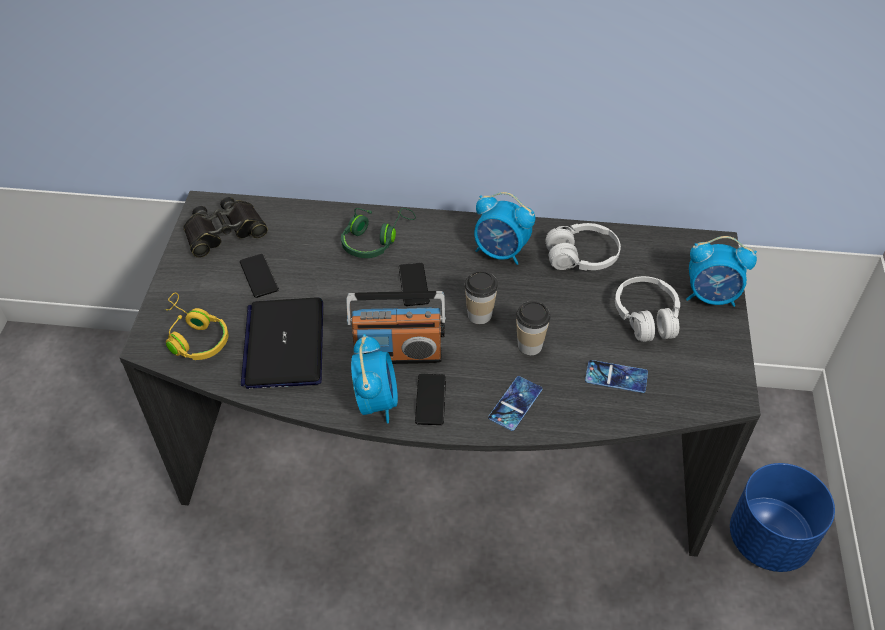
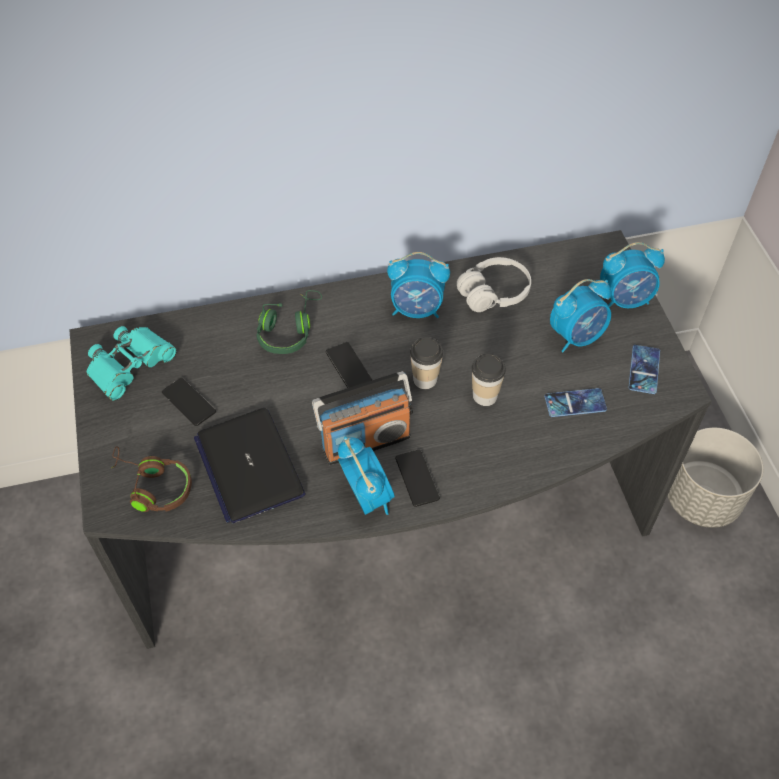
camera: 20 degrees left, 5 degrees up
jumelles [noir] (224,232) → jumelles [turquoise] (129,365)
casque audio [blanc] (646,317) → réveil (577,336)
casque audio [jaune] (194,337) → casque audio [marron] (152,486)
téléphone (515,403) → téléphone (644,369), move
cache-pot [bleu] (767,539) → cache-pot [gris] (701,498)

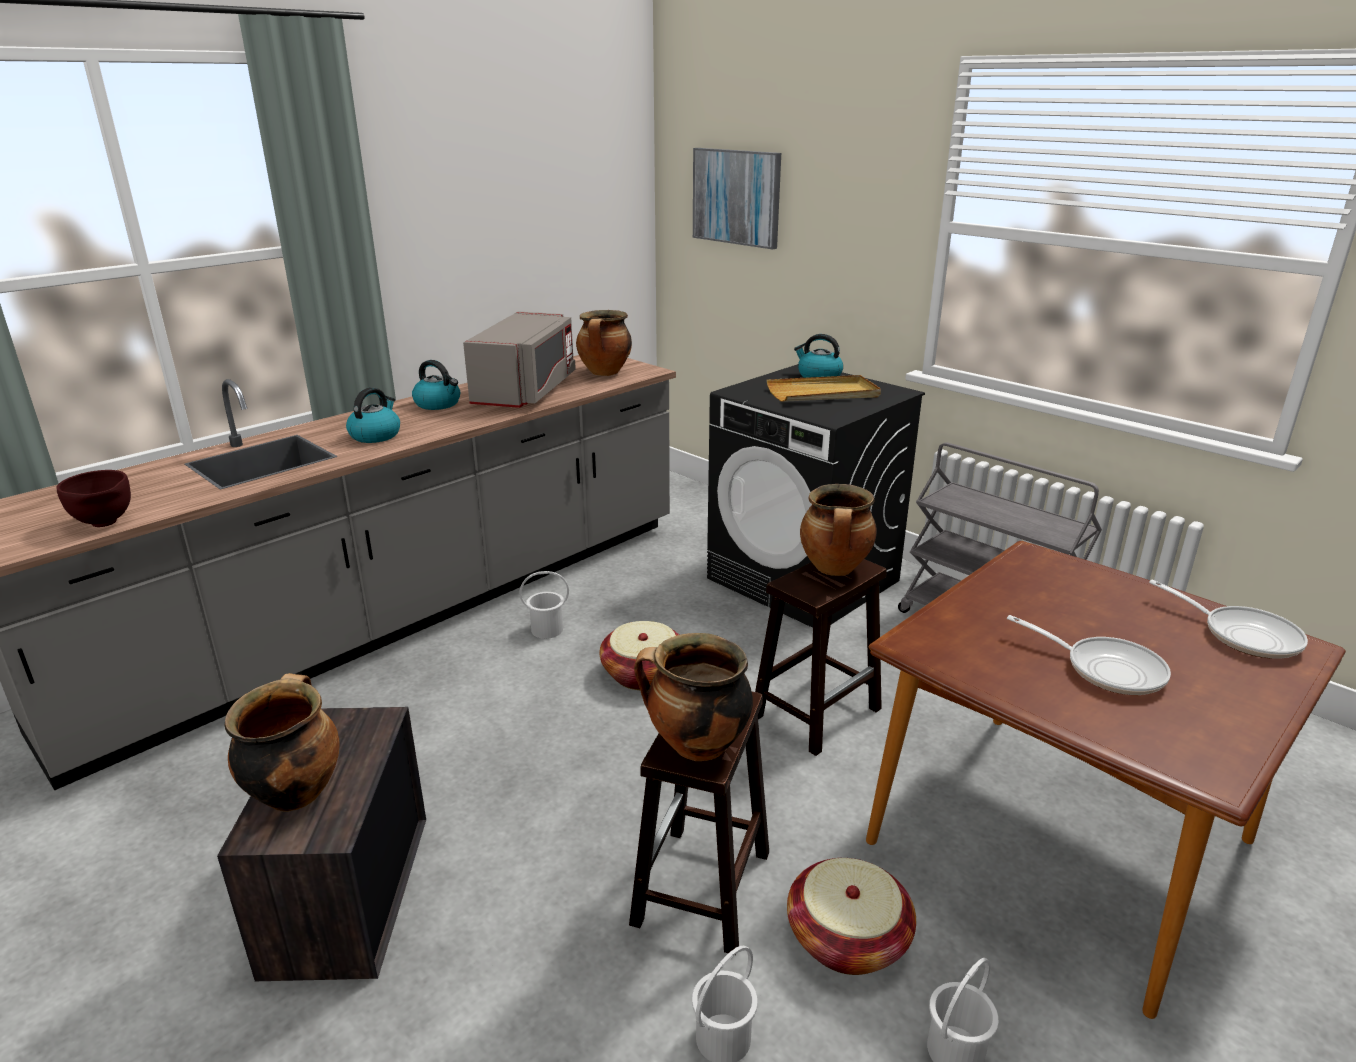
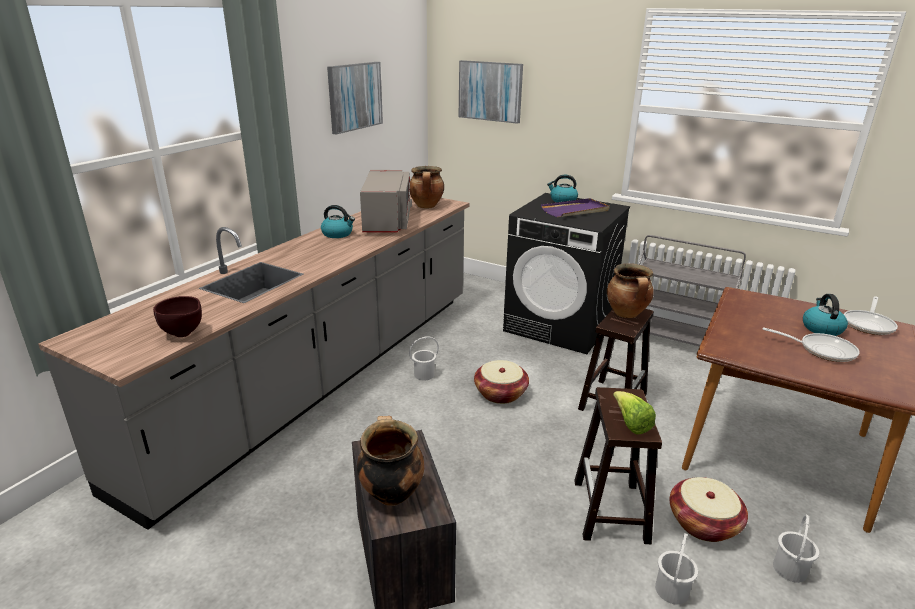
camera: 15 degrees left, 0 degrees up
plateau [beige] (823,393) → plateau [violet] (575,210)
bouilloire (375,435) → bouilloire (821,328), move
poêle (1243,635) → poêle (868,324), 90 degrees clockwise
marmite (695,746) → laitue (631,424)
- → tableau (354,96)

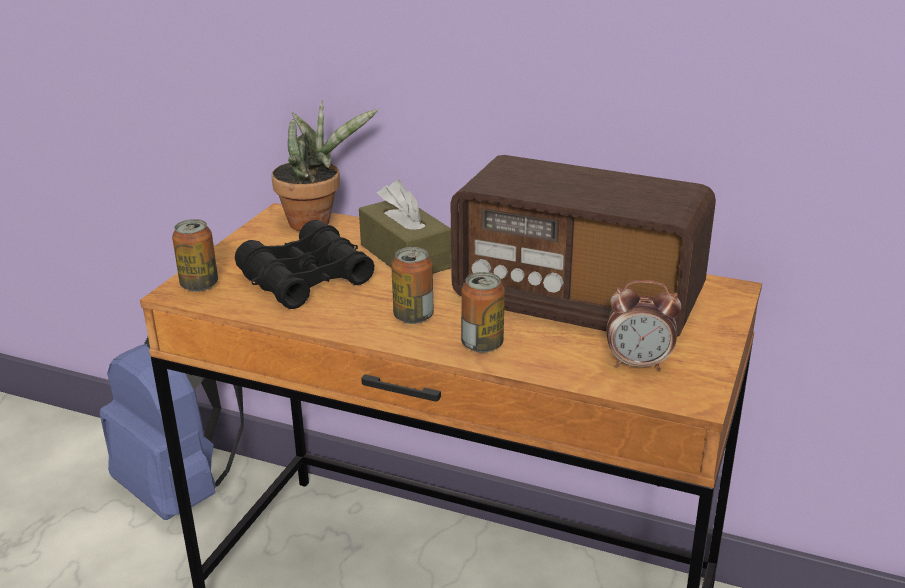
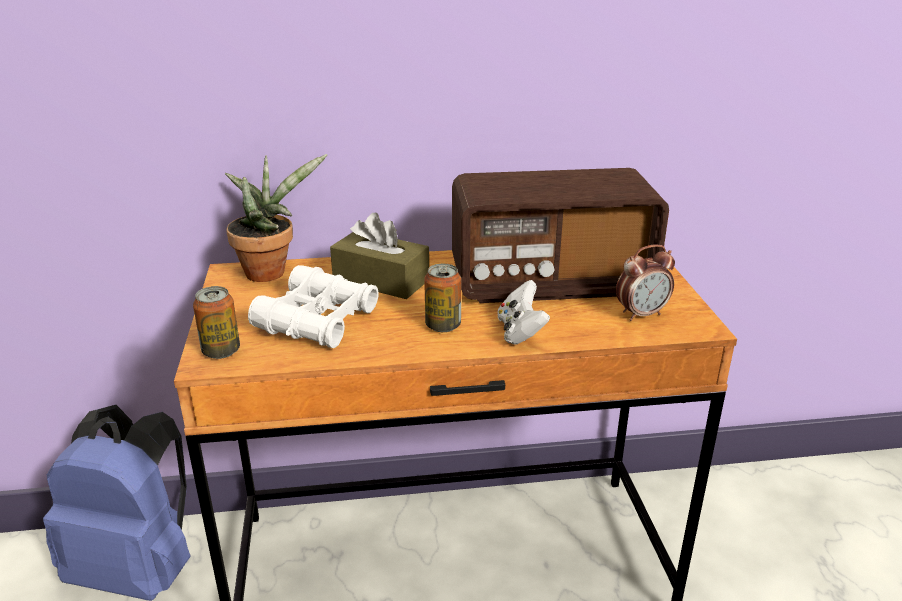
camera: 30 degrees left, 0 degrees up
jumelles [noir] (306,279) → jumelles [blanc] (318,320)
boîte métallique (482,344) → manette [blanc] (520,332)

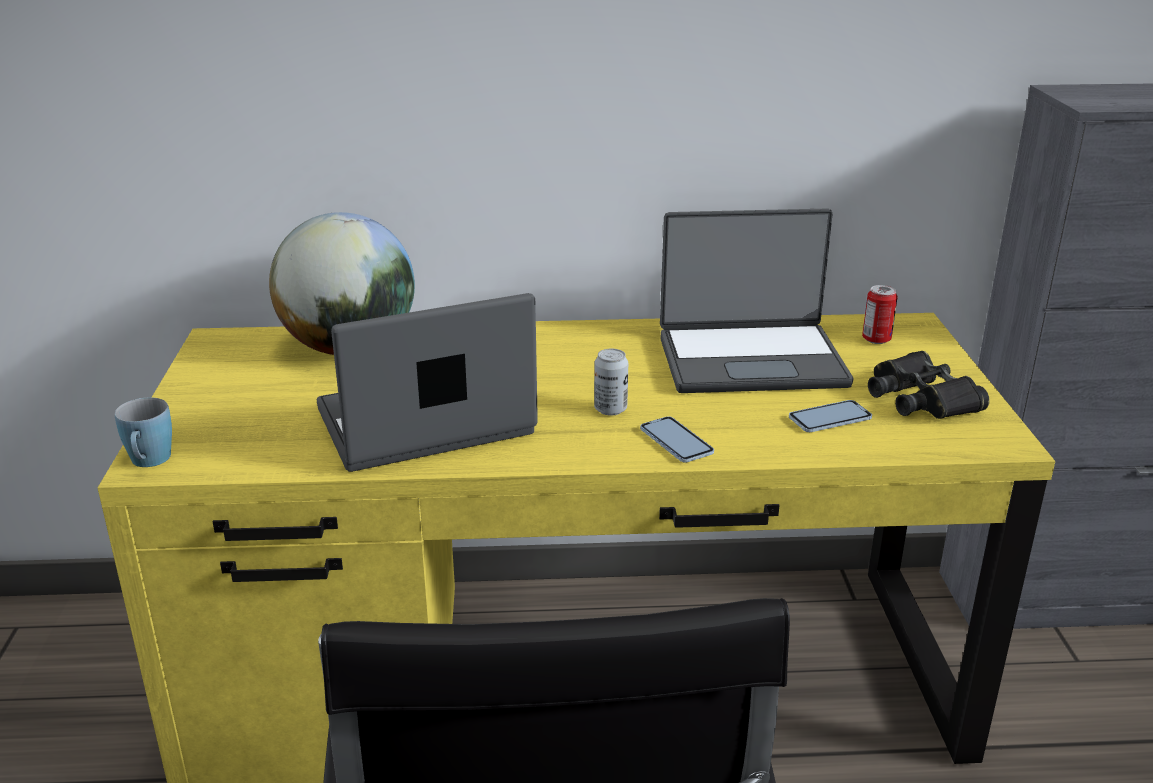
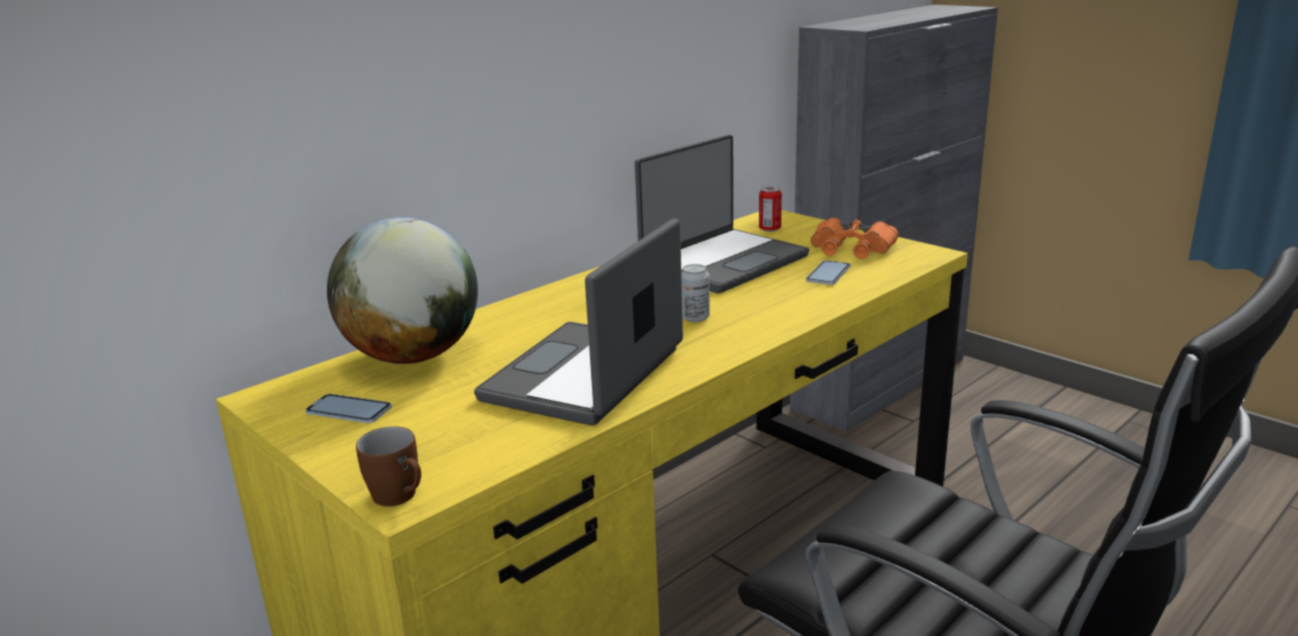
camera: 40 degrees left, 5 degrees down
jumelles [noir] (921,398) → jumelles [orange] (851,248)
mug [bleu] (149,462) → mug [marron] (401,498)
téléphone (676,441) → téléphone (349,411), move

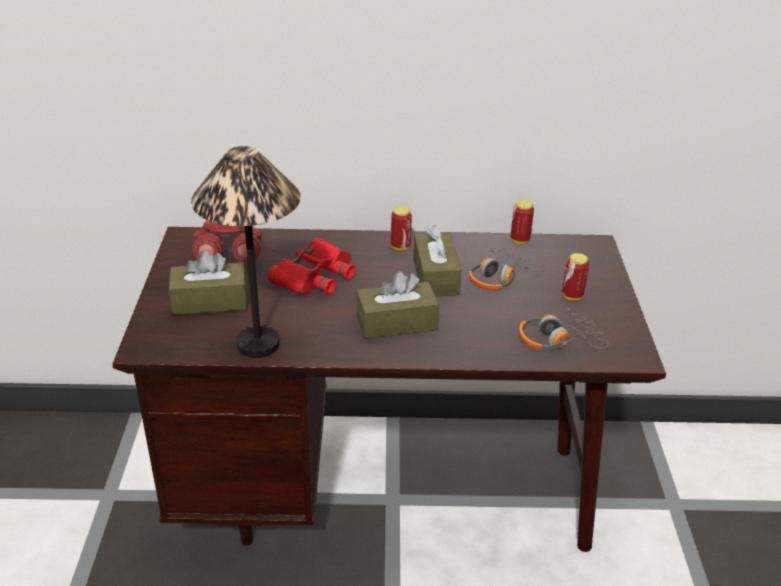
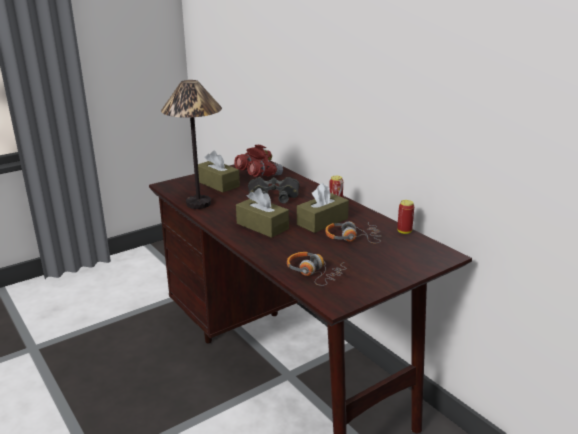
camera: 55 degrees right, 10 degrees down
jumelles [rouge] (315,276) → jumelles [noir] (273,196)
boîte métallique (572,296) → -

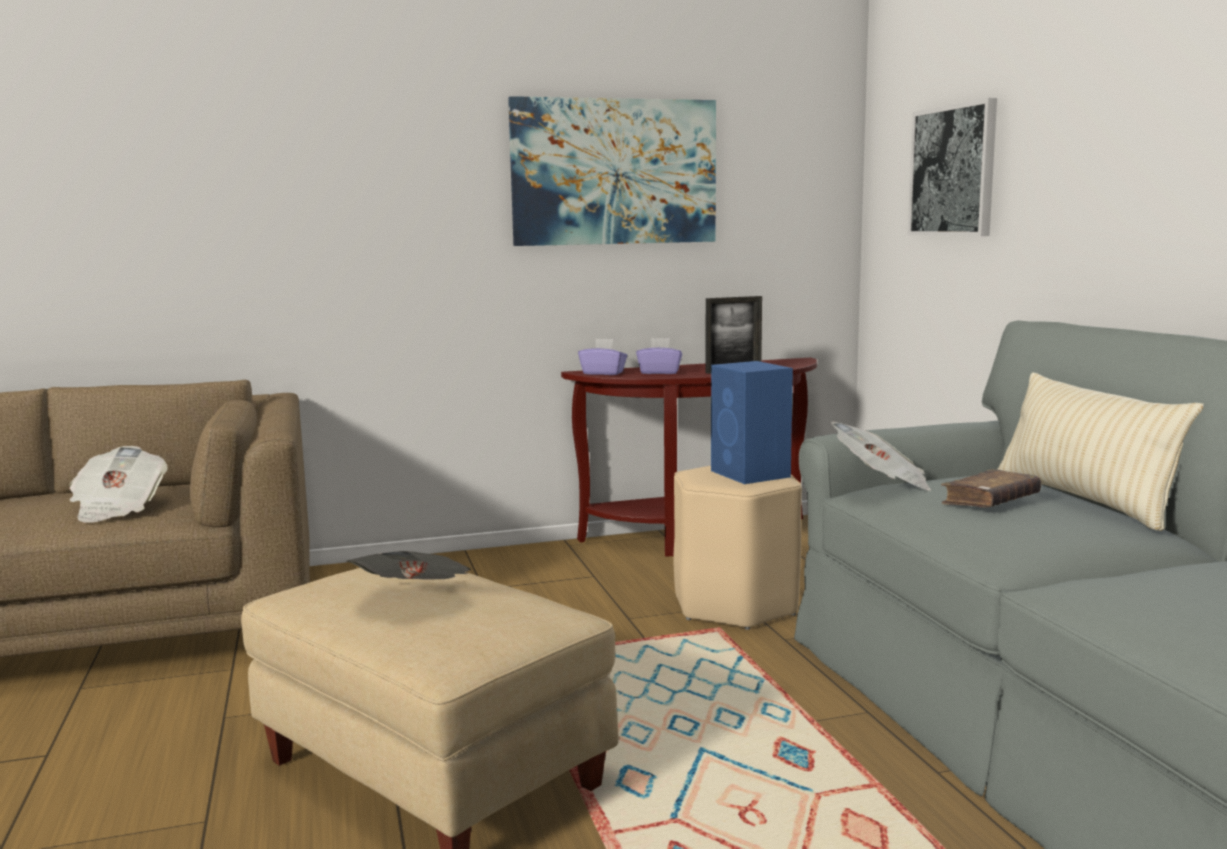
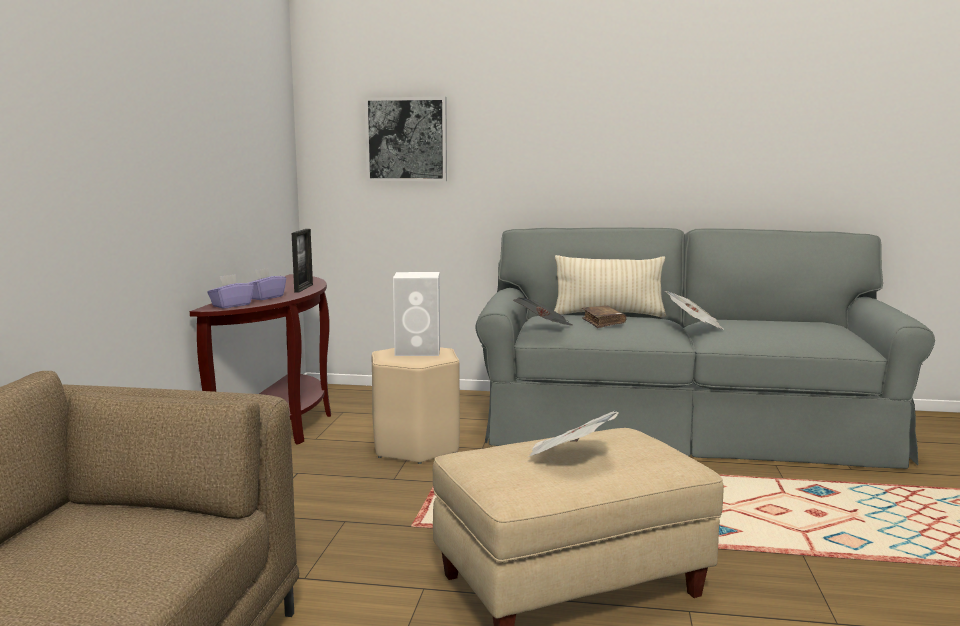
camera: 65 degrees left, 0 degrees up
tableau (614,172) → -
enceinte [bleu] (751,474) → enceinte [blanc] (419,351)
journal (117,509) → journal (694,326), move

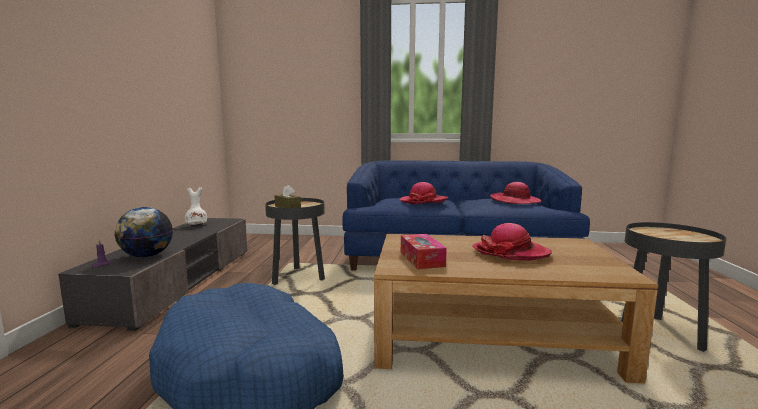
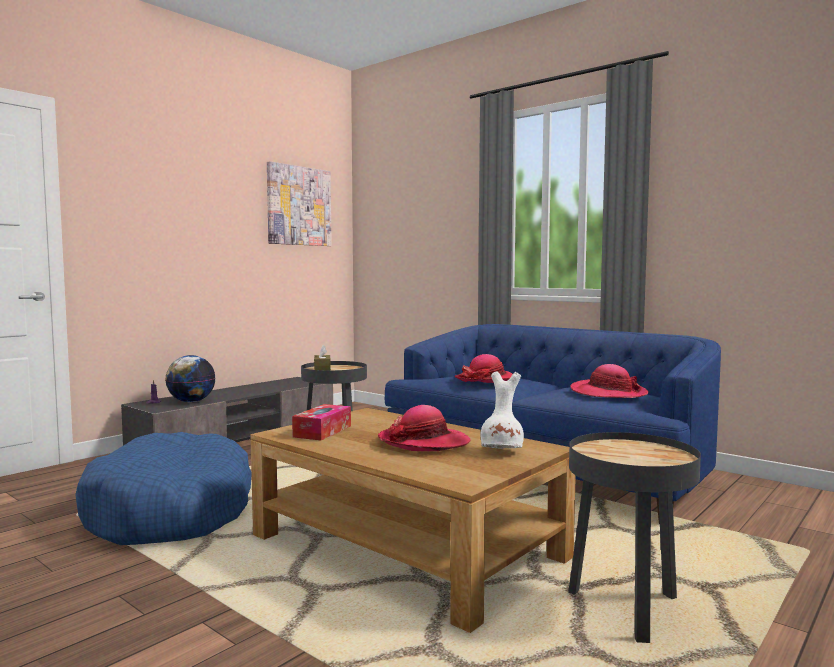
camera: 35 degrees right, 5 degrees down
vase [blanc] (197,225) → vase [blanc] (502,451), move
- → tableau (299,206)

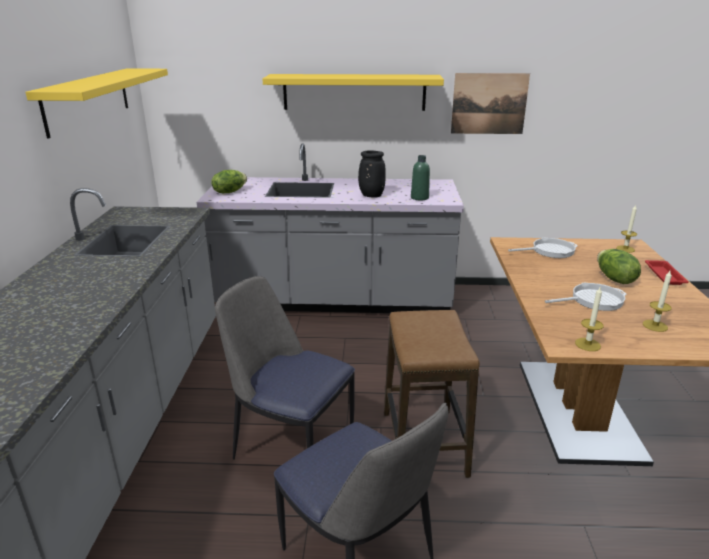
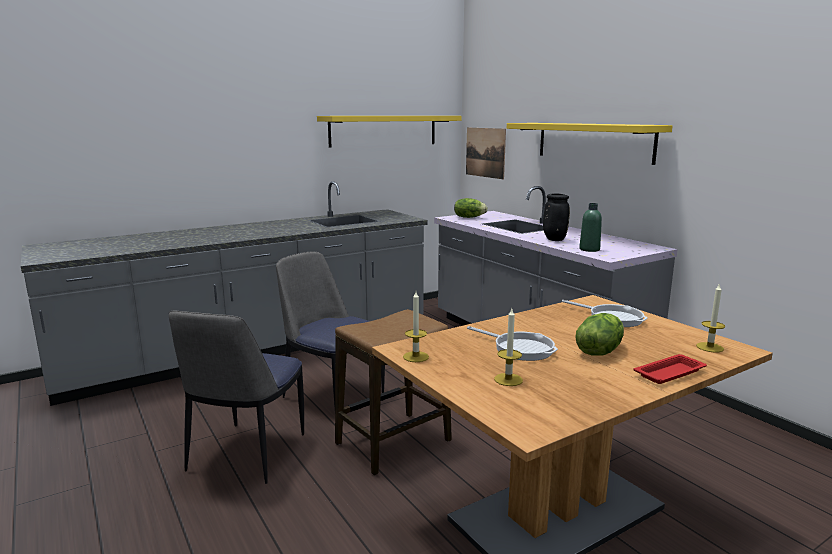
camera: 55 degrees right, 10 degrees down
tableau (489,104) → tableau (485,152), move
chaise (291,445) → chaise (332,394), 45 degrees counterclockwise

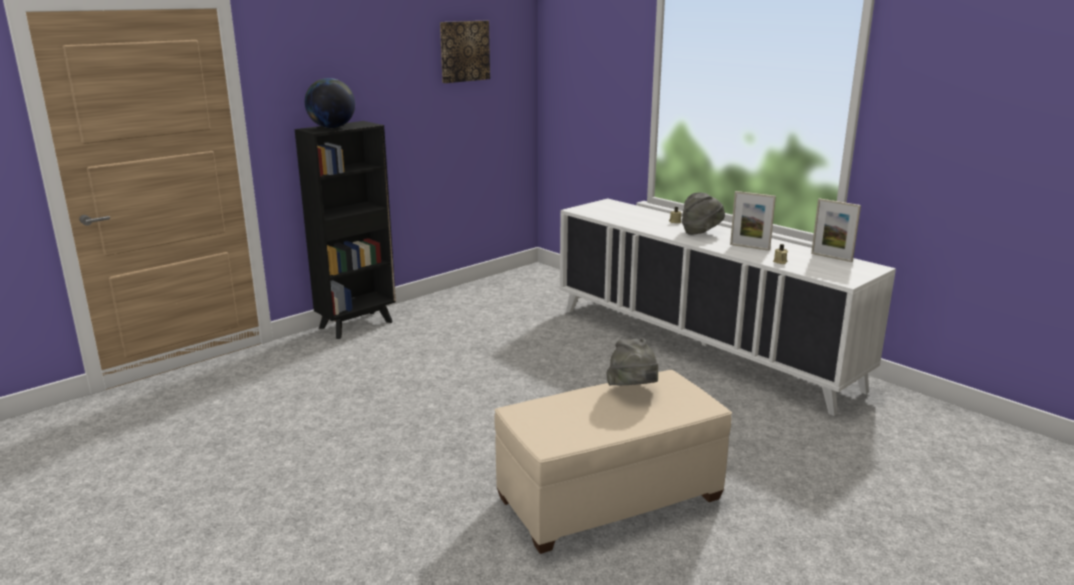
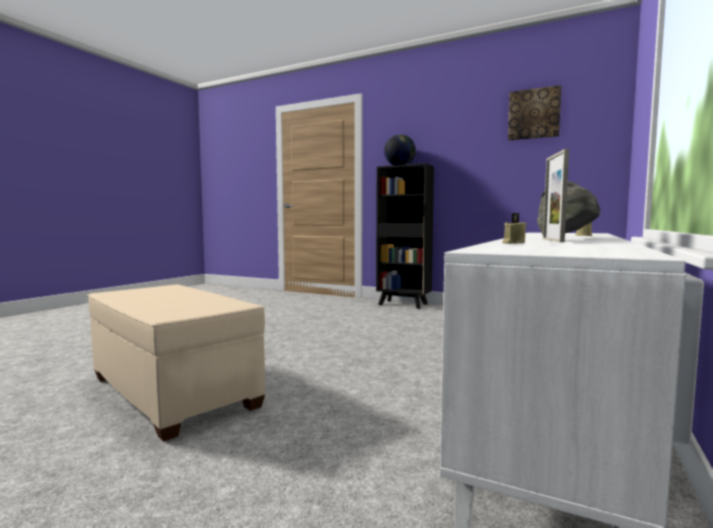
camera: 70 degrees right, 15 degrees down
cadre photo (831,257) → -
chapeau [gris] (633,391) → -

